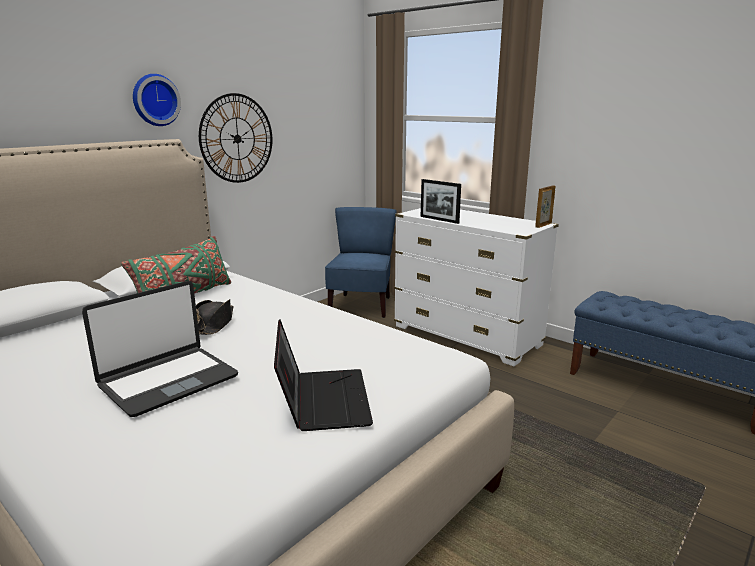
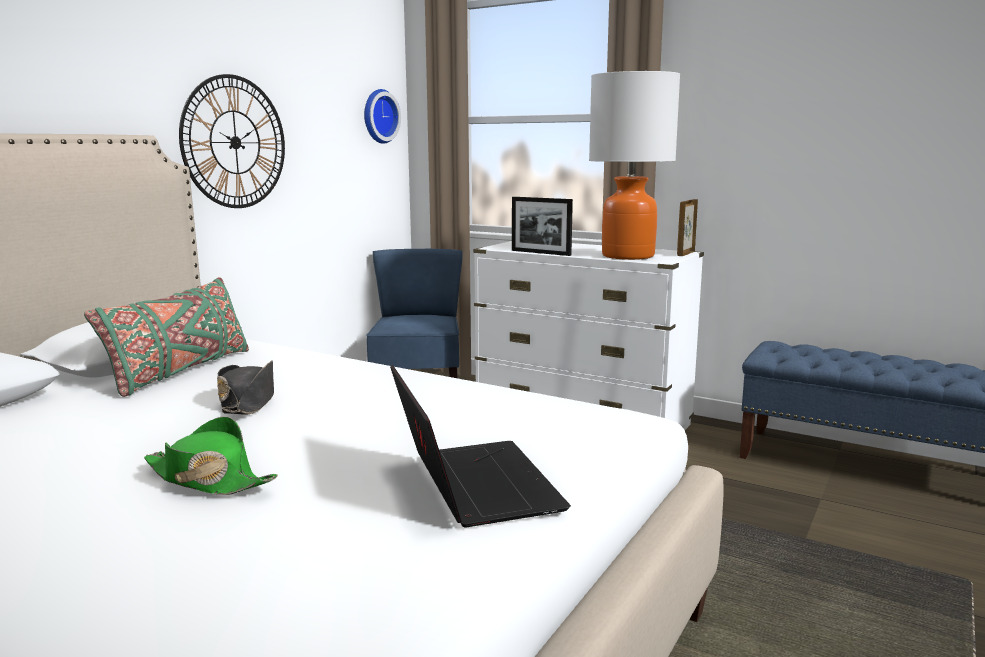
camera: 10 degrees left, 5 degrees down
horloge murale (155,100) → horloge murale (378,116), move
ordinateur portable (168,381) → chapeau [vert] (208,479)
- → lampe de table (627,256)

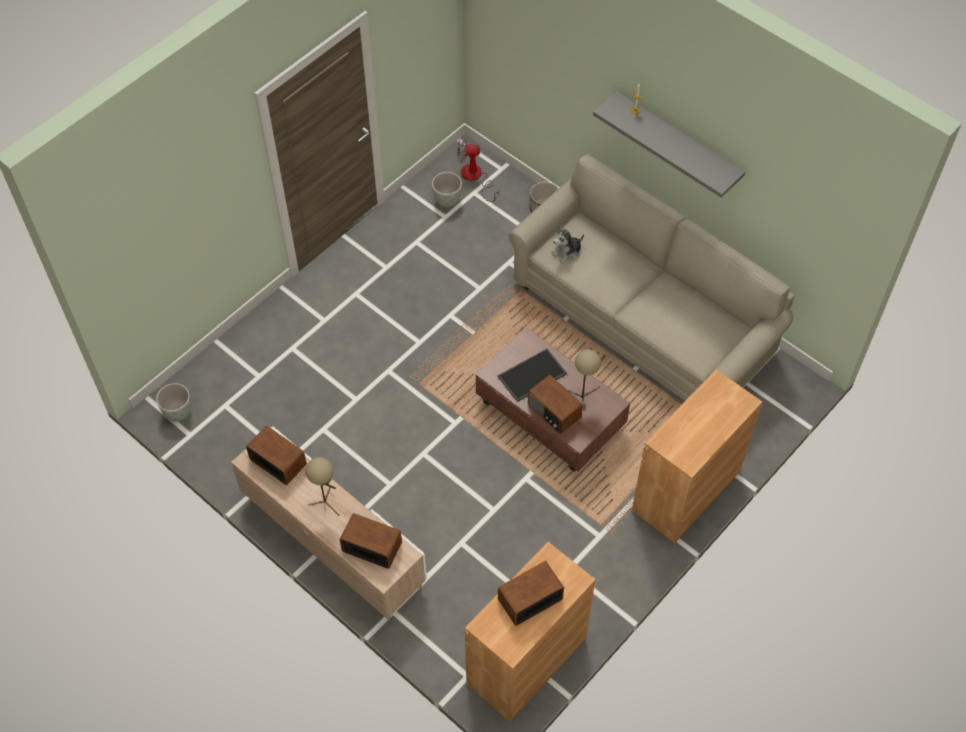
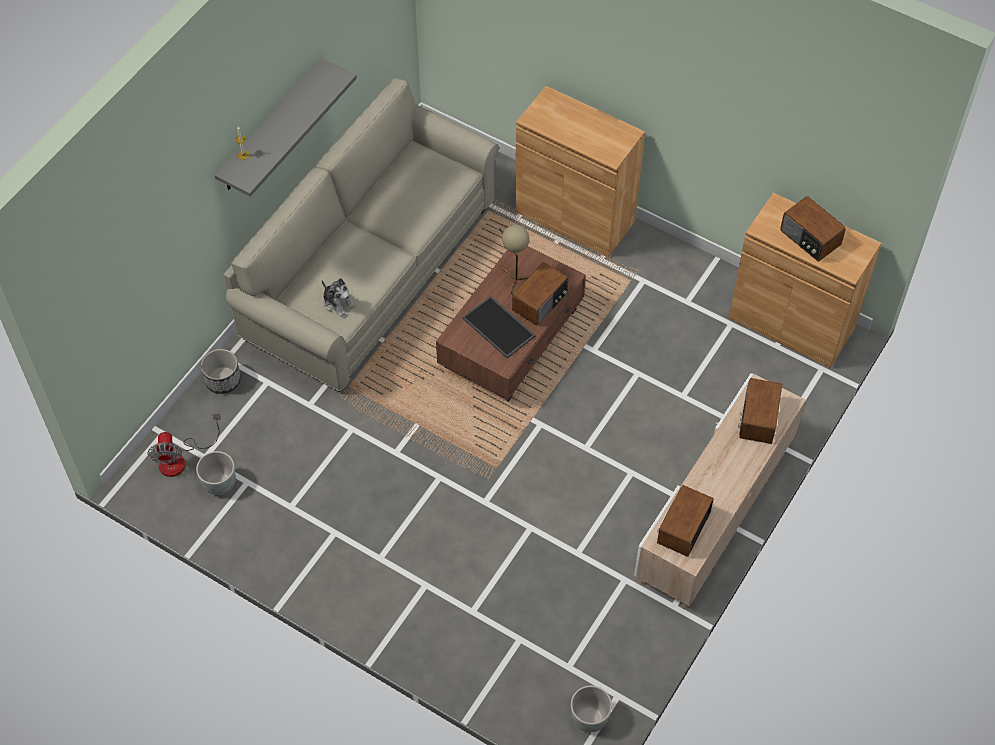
camera: 100 degrees left, 0 degrees up
lampe de table [beige] (326,503) → -

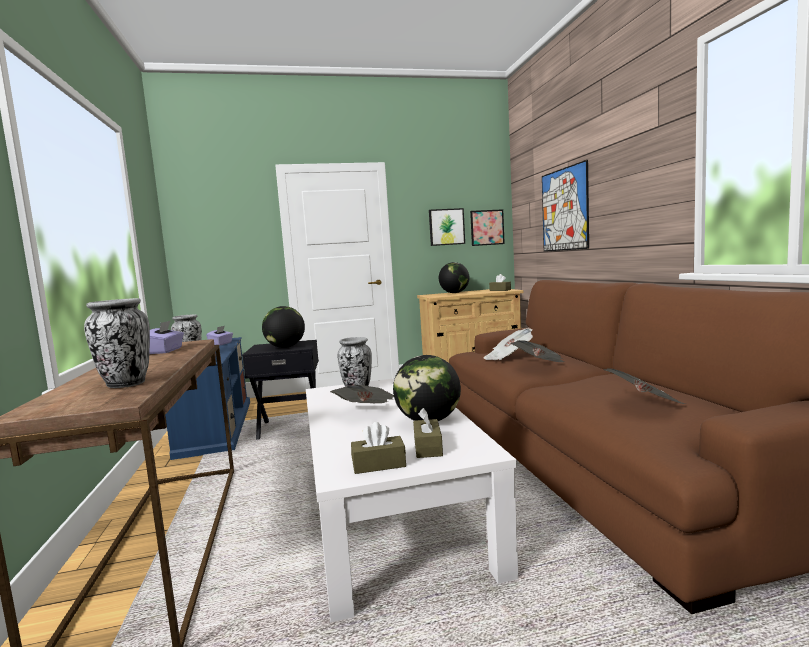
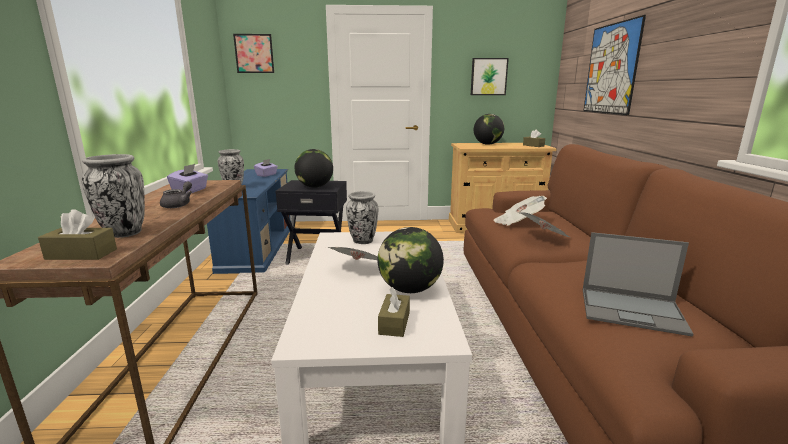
camera: 10 degrees right, 10 degrees up
tableau (487,227) → tableau (254,53), move
journal (645,406) → ordinateur portable (633,310)
boîte à mouchoirs [marron] (379,464) → boîte à mouchoirs [marron] (81,254), move
- → théière [gris] (179,205)

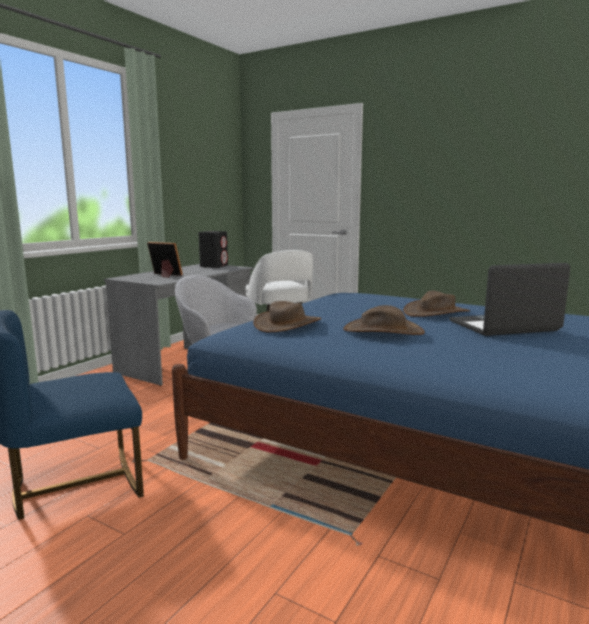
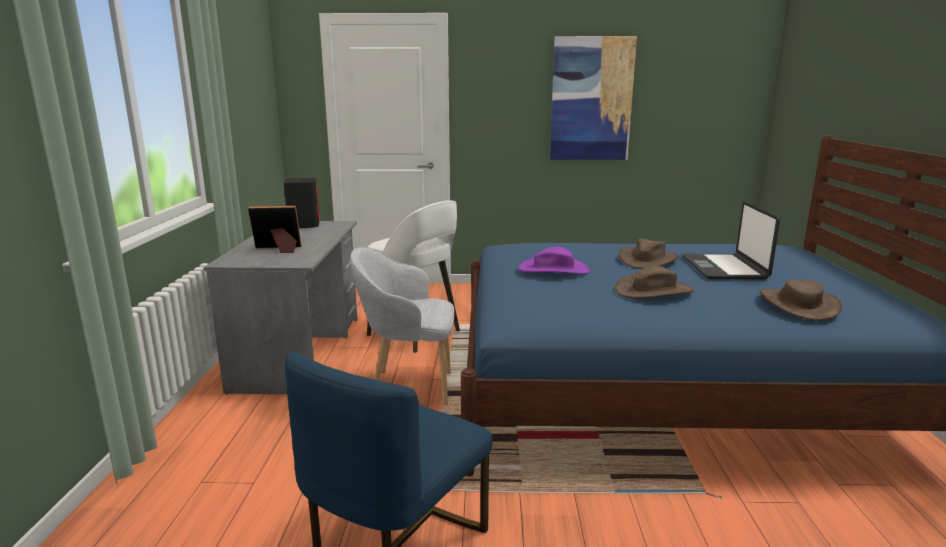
camera: 30 degrees left, 5 degrees up
ordinateur portable (504,327) → ordinateur portable (725,268), 45 degrees counterclockwise
chapeau [marron] (288,324) → chapeau [marron] (798,305), move
- → tableau (591,99)
- → chapeau [violet] (554,270)

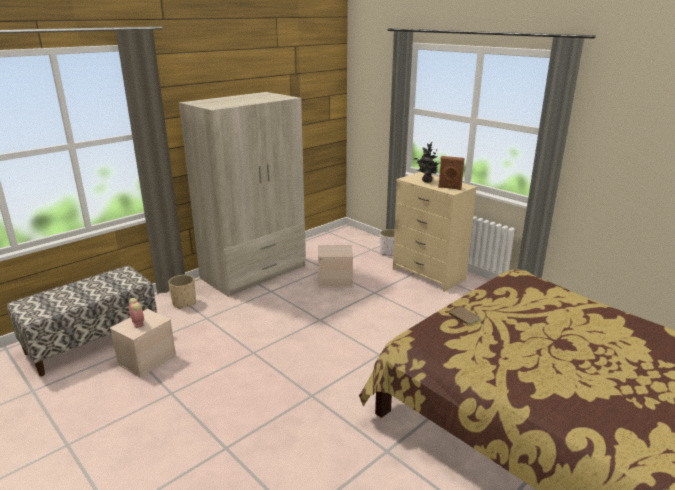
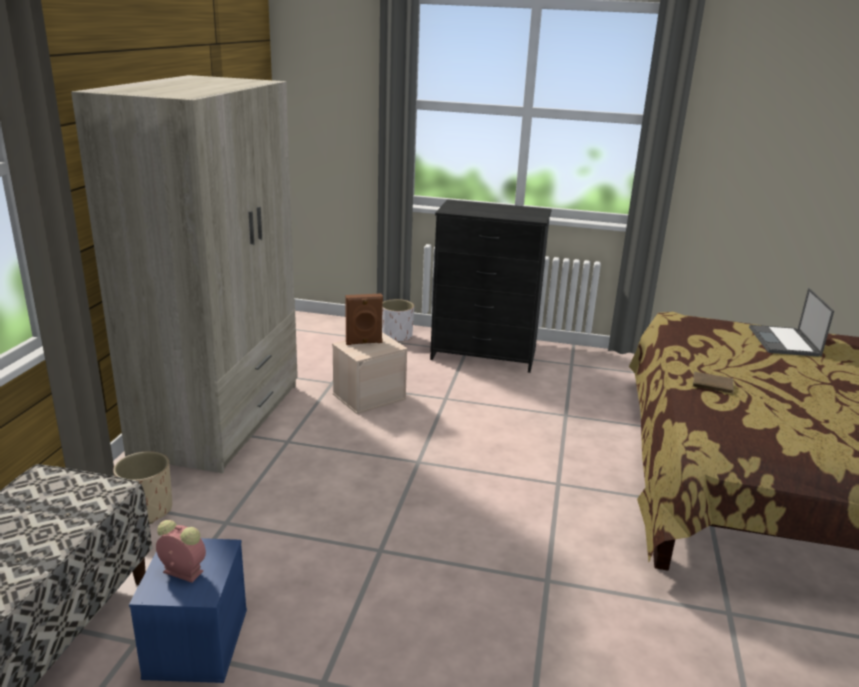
camera: 35 degrees left, 0 degrees up
plante en pot (426,181) → -
enceinte [marron] (449,188) → enceinte [marron] (364,342), move
commode [beige] (428,274) → commode [noir] (483,355)
boîte de rangement [beige] (147,359) → boîte de rangement [bleu] (196,641)
- → ordinateur portable (784,342)

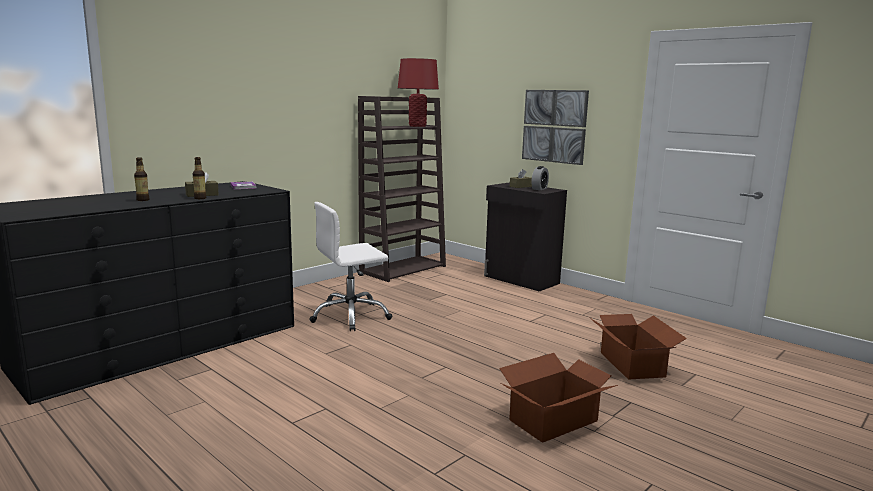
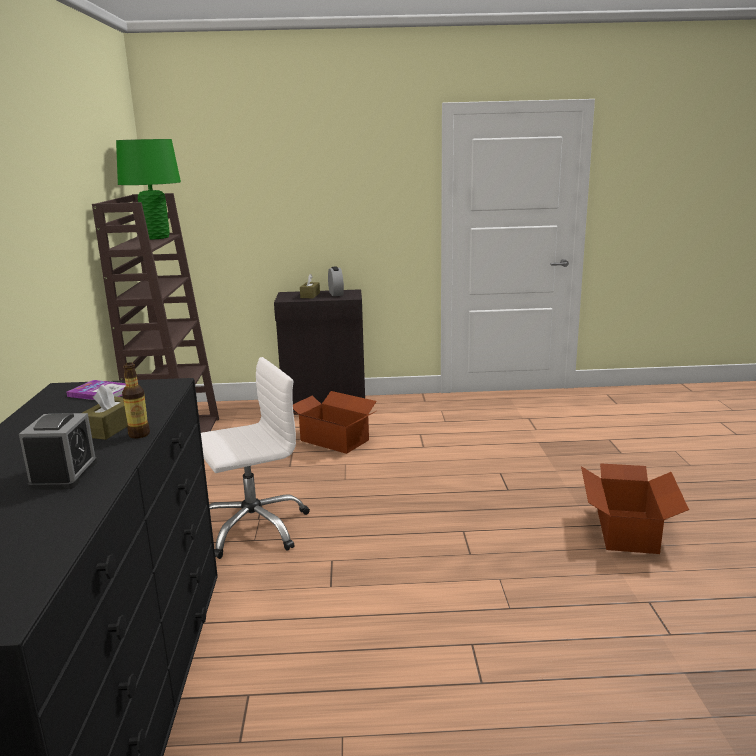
camera: 45 degrees left, 5 degrees up
lampe de table [rouge] (417,126) → lampe de table [vert] (156,237)
tableau (554,126) → -
bouteille (143,200) → réveil (64,474)
chaise de bureau [blanc] (350,316) → chaise de bureau [blanc] (253,527), 135 degrees counterclockwise
carton (632,364) → carton (334,440), move

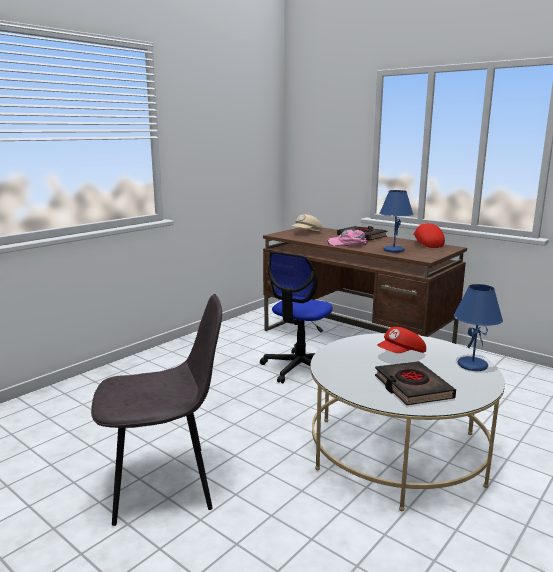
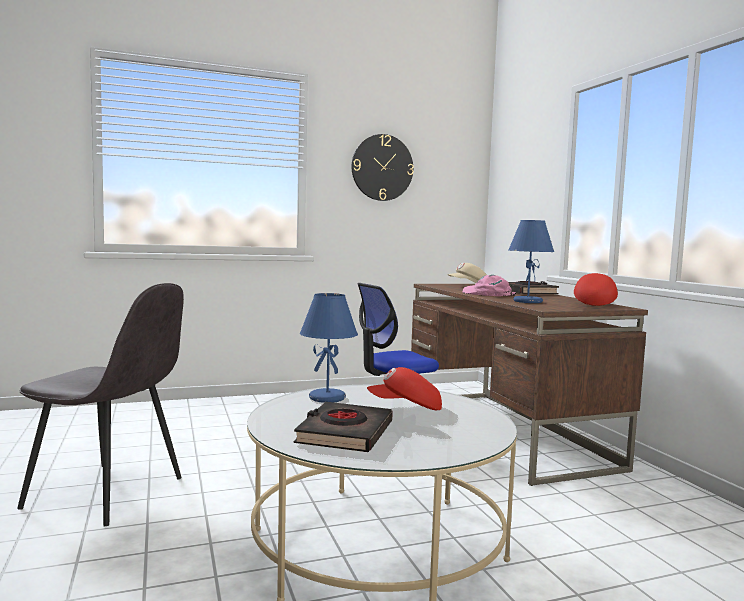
camera: 30 degrees right, 10 degrees down
lampe de table [bleu] (472,365) → lampe de table [bleu] (328,398), move
- → horloge murale (382,167)

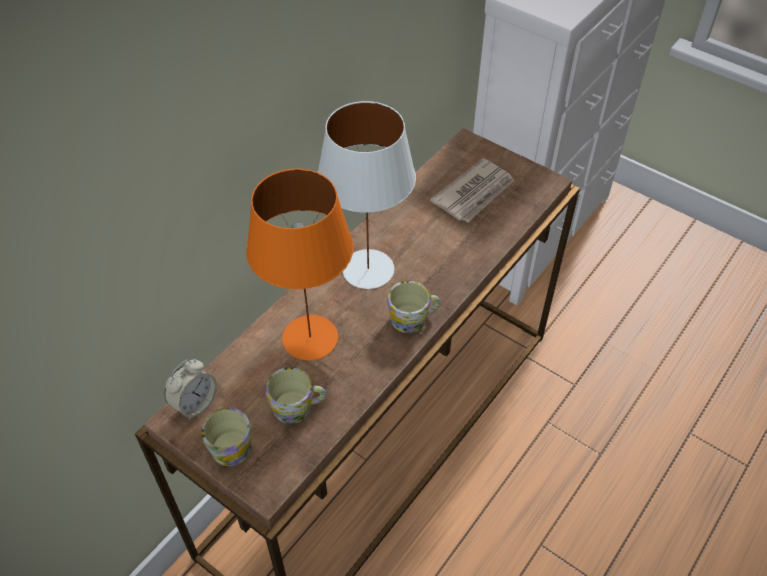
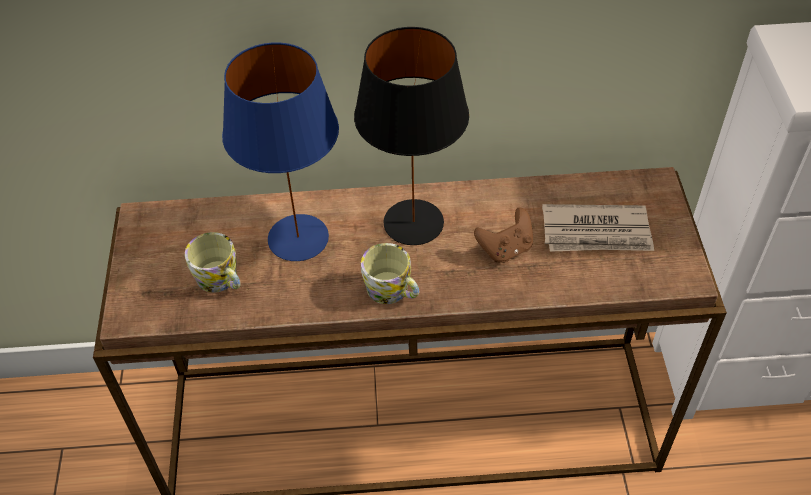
camera: 50 degrees right, 0 degrees up
lampe de table [blanc] (367,269) → lampe de table [noir] (412,221)
lampe de table [orange] (309,338) → lampe de table [bleu] (297,237)
réveil (195,403) → -
mug (230,443) → -
- → manette [marron] (505,249)

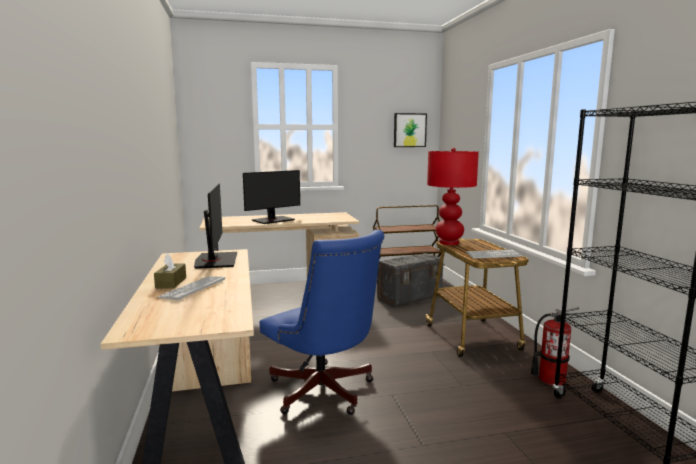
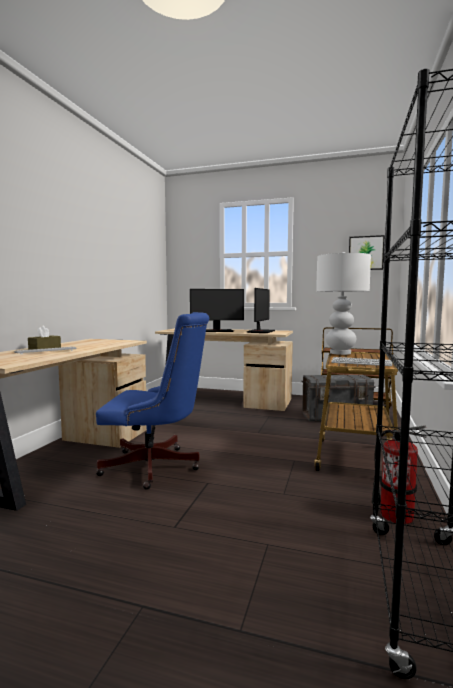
camera: 30 degrees right, 5 degrees down
lampe de table [rouge] (448,243) → lampe de table [blanc] (340,353)
écran d'ordinateur (216,260) → écran d'ordinateur (260,331), move
chaise de bureau [bleu] (324,393) → chaise de bureau [bleu] (156,467), 75 degrees counterclockwise

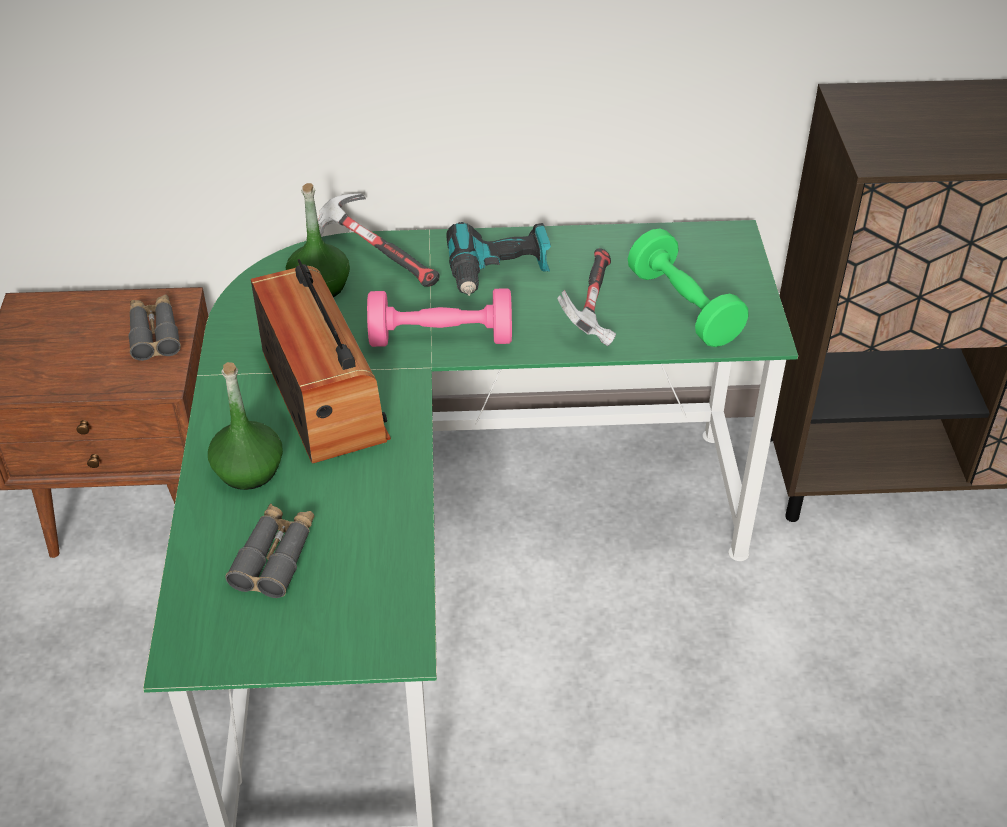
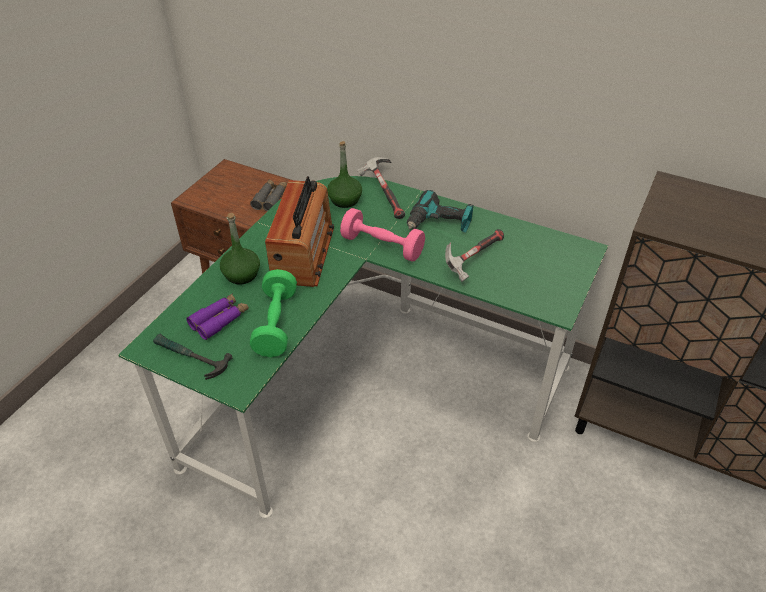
camera: 30 degrees right, 0 degrees up
haltère [vert] (684,307) → haltère [vert] (276,324), move
jumelles [gris] (275,557) → jumelles [violet] (220,320)
- → marteau (190,357)

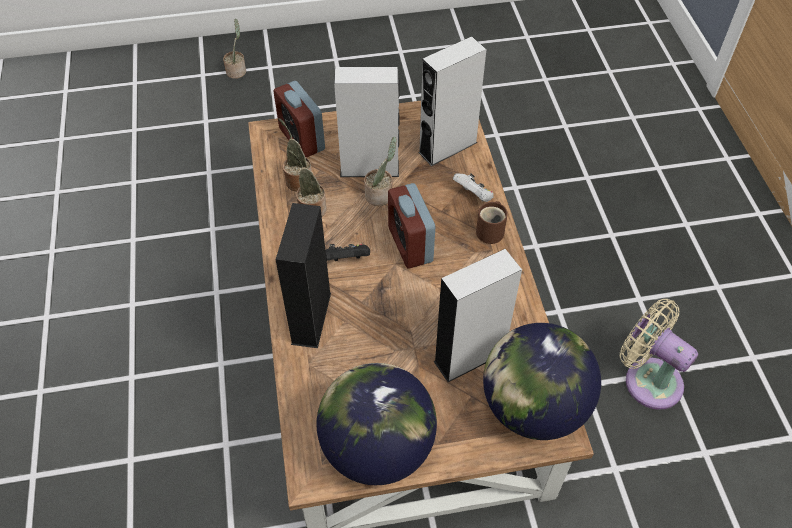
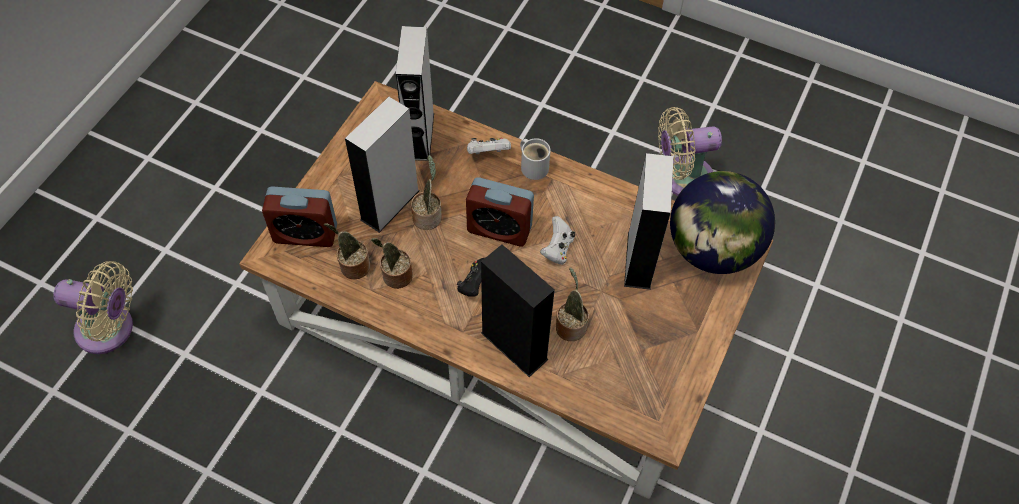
camera: 55 degrees left, 5 degrees up
plante en pot (237,71) → plante en pot (570,325), move
mug [marron] (491,231) → mug [blanc] (534,166)
globe (377,448) → -
- → manette [blanc] (557,249)
- → ventilateur [beige] (110,330)

